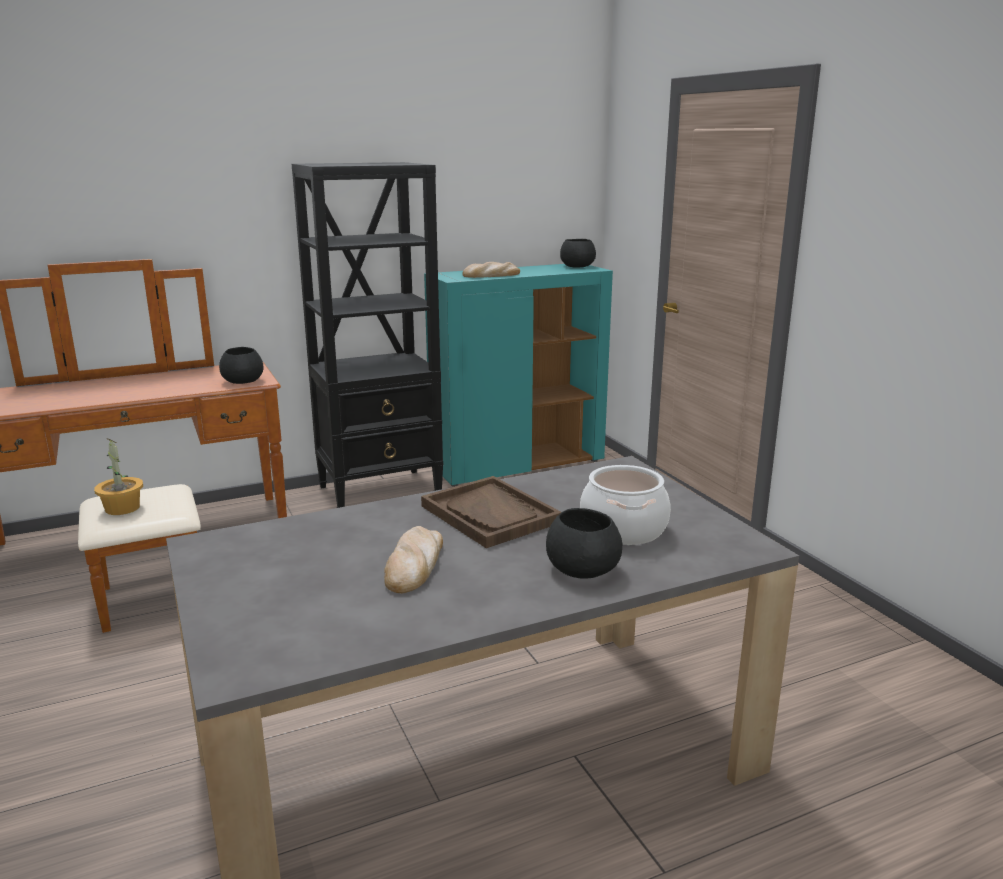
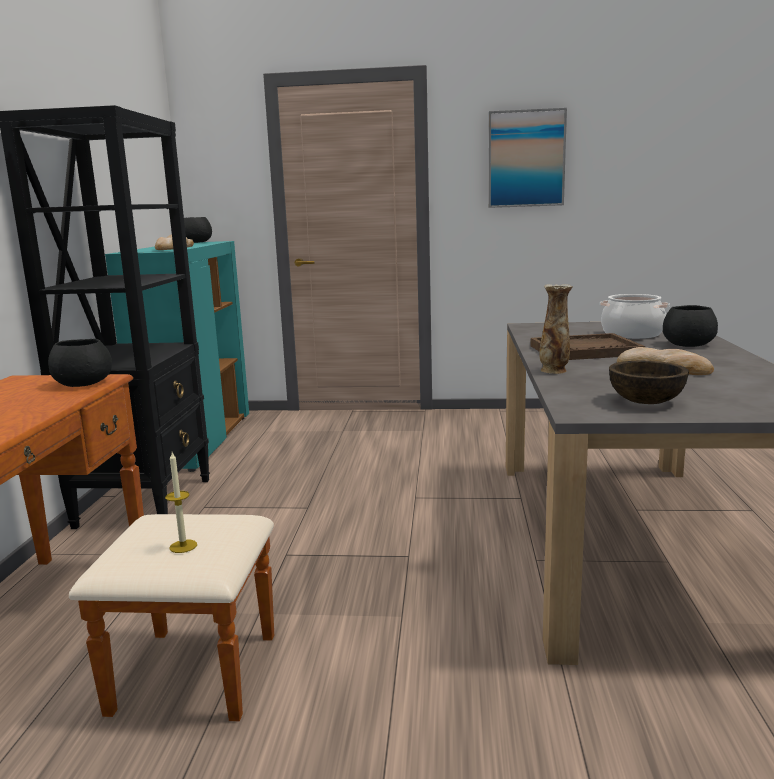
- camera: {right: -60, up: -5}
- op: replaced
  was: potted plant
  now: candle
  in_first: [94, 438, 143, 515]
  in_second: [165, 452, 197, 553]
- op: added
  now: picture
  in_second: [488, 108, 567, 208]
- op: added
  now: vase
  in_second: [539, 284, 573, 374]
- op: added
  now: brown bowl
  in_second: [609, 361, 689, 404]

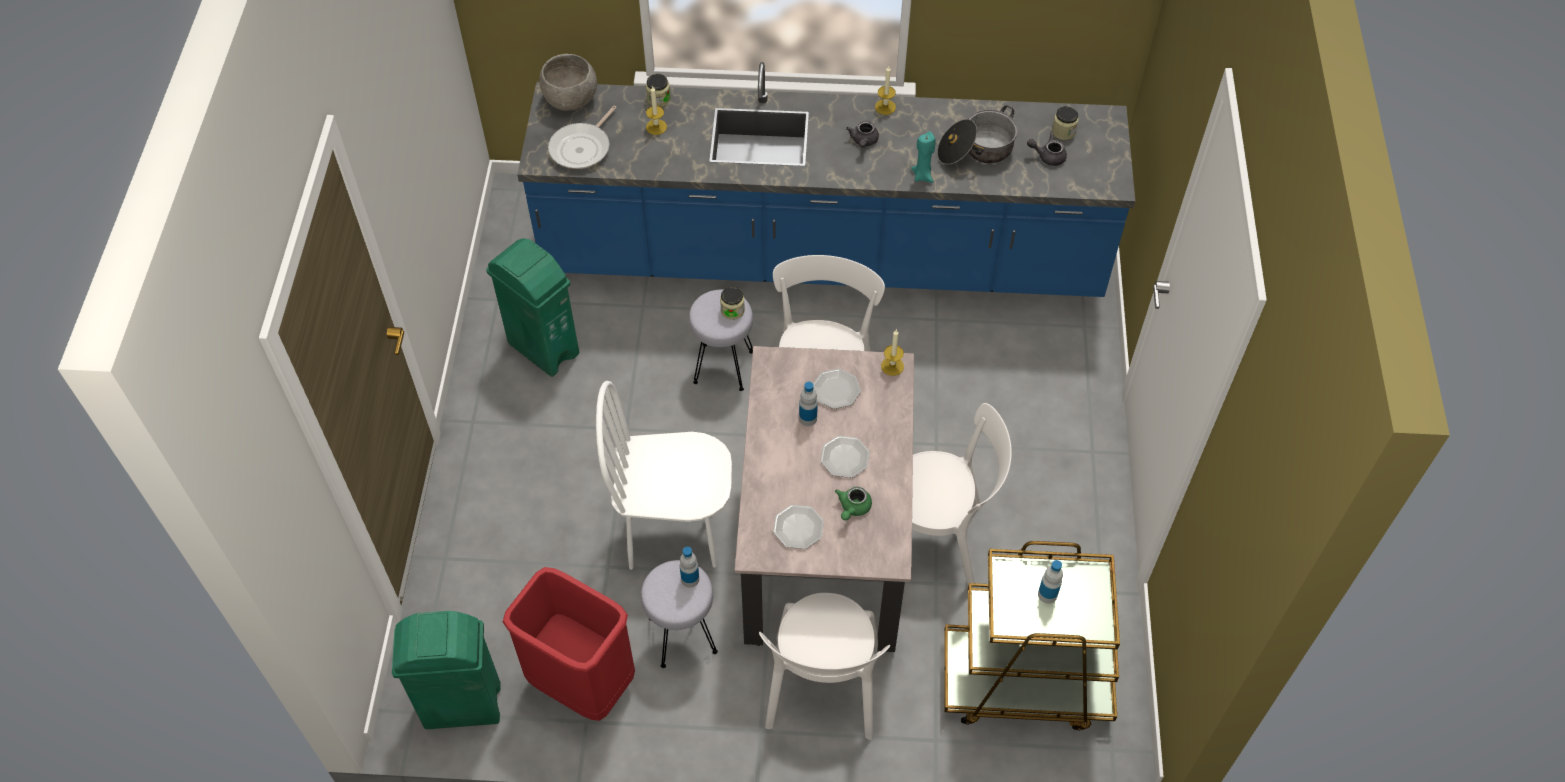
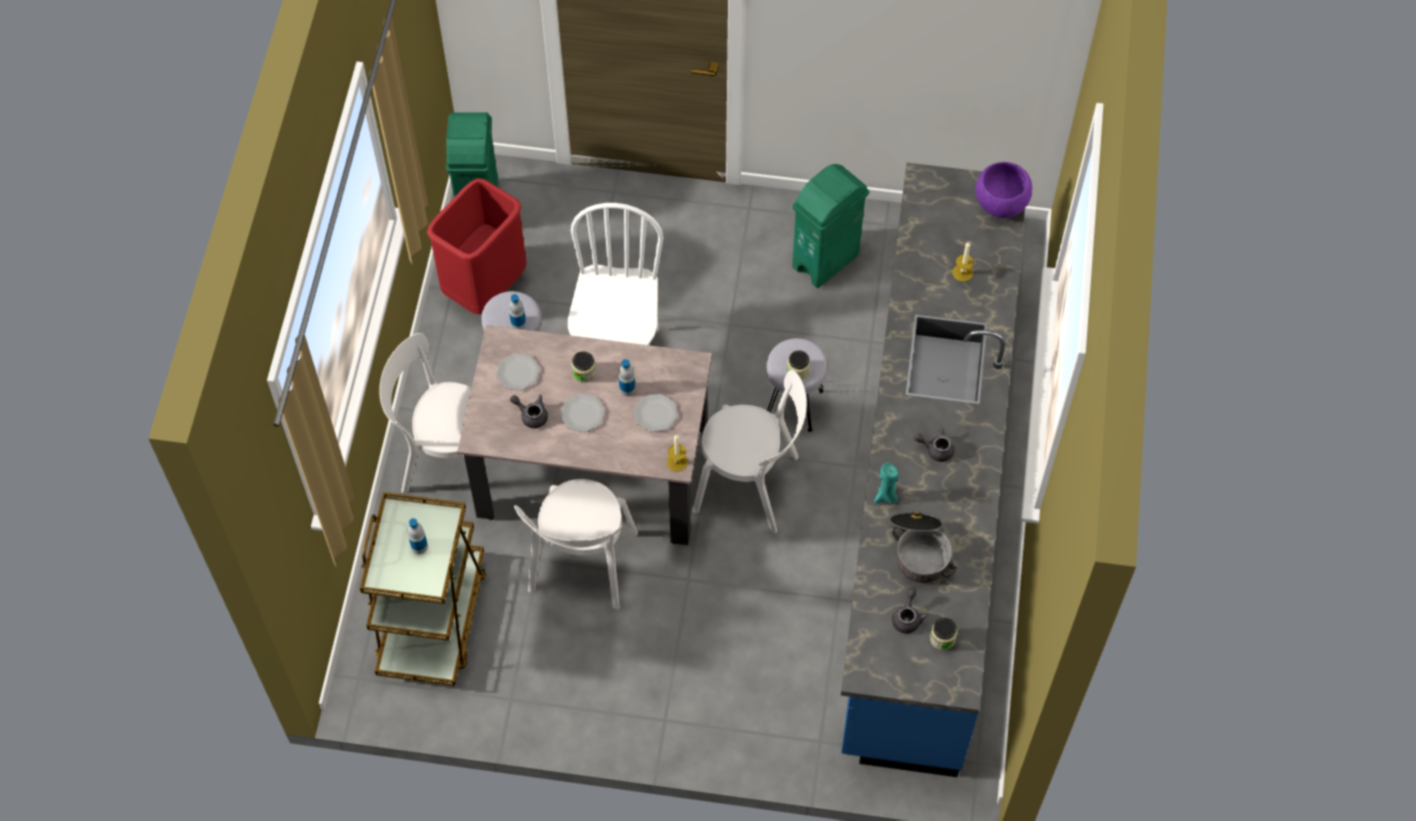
- camera: {right: 95, up: 5}
- op: recoloured
  was: green teapot
  now: grey teapot
  in_first: [835, 486, 872, 520]
  in_second: [510, 395, 548, 428]
- op: moved
  was: jar
  in_first: [646, 74, 670, 107]
  in_second: [572, 351, 596, 383]
- op: recoloured
  was: grey bowl
  now: purple bowl
  in_first: [539, 54, 597, 111]
  in_second: [976, 162, 1032, 218]
- op: removed
  was: frying pan
  in_first: [548, 105, 617, 169]
- op: removed
  was: candle
  in_first: [875, 65, 896, 115]

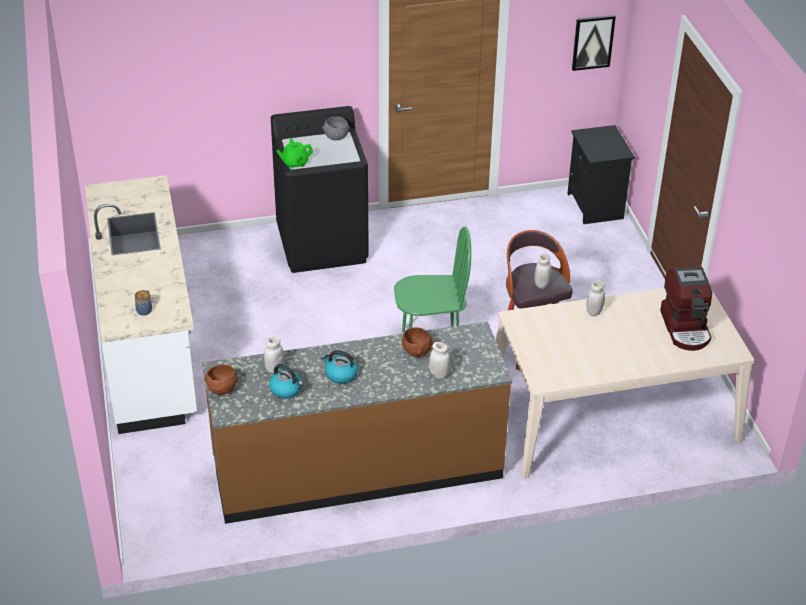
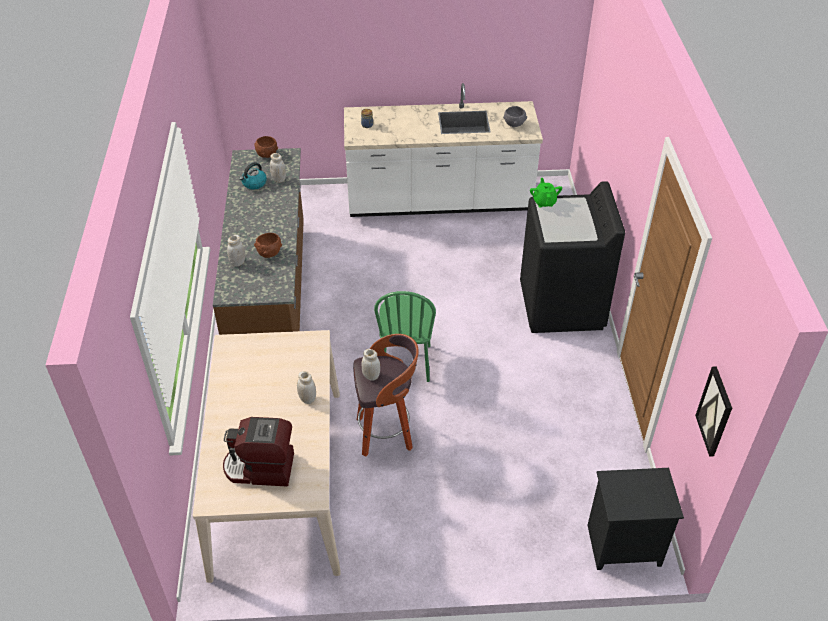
- camera: {right: 100, up: 5}
- op: moved
  was: grey bowl
  in_first: [322, 117, 350, 140]
  in_second: [503, 106, 527, 127]
- op: removed
  was: kettle
  in_first: [321, 350, 358, 384]

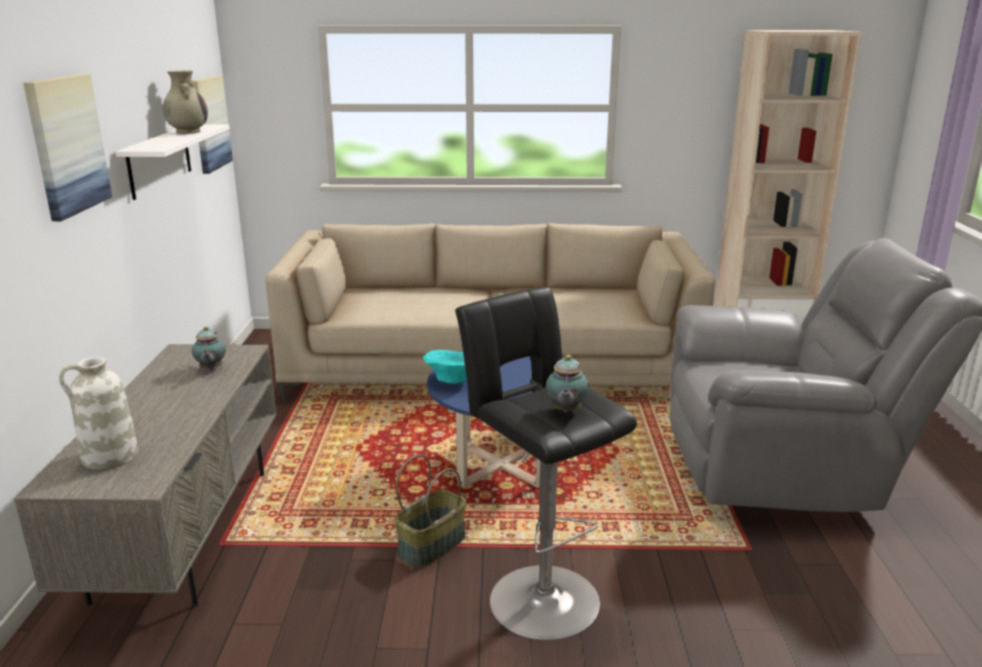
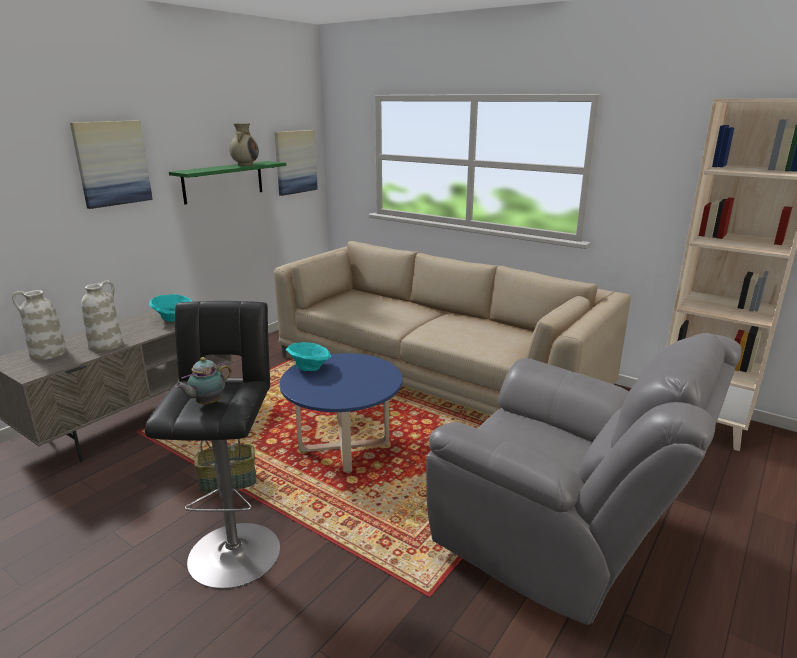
- camera: {right: 35, up: 0}
- op: added
  now: white vase
  in_second: [81, 281, 123, 351]
- op: replaced
  was: teapot
  now: turquoise bowl
  in_first: [192, 326, 226, 370]
  in_second: [149, 294, 193, 322]
- op: recoloured
  was: white shelf
  now: green shelf
  in_first: [116, 124, 230, 200]
  in_second: [169, 161, 286, 204]

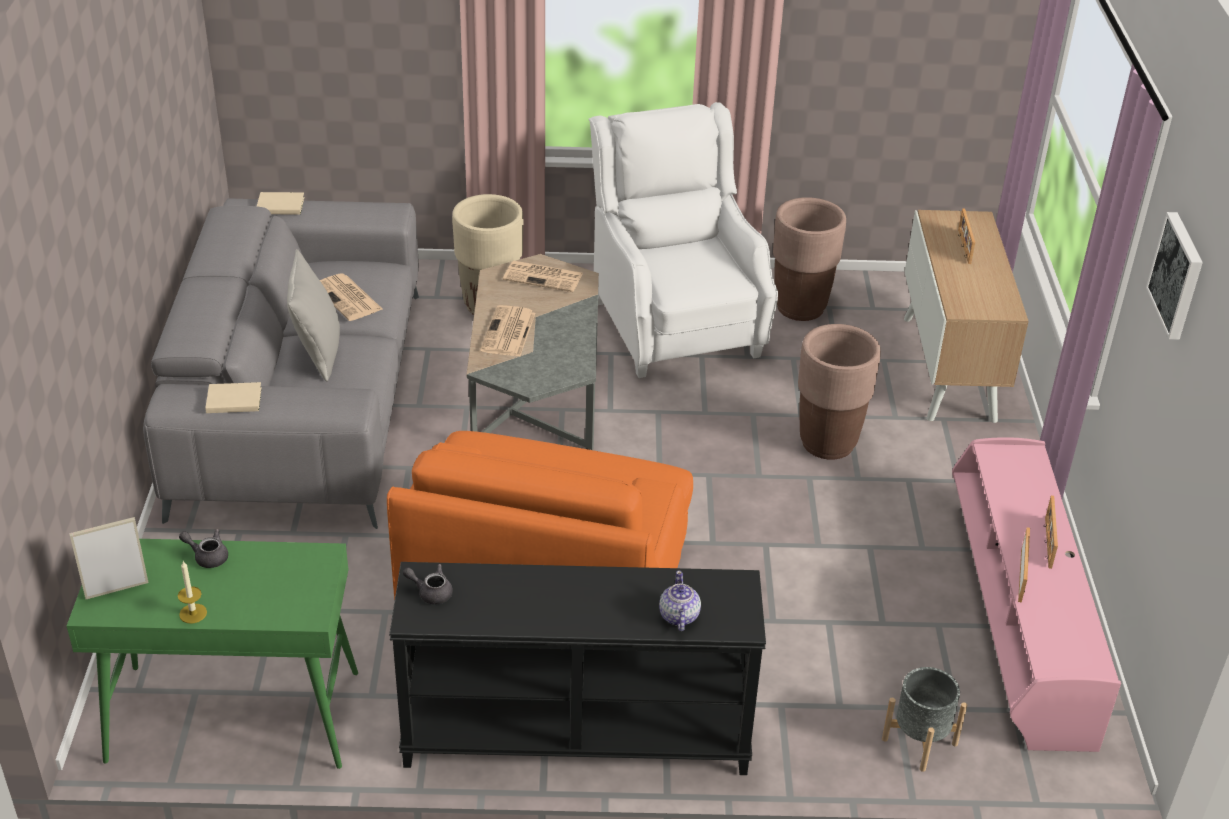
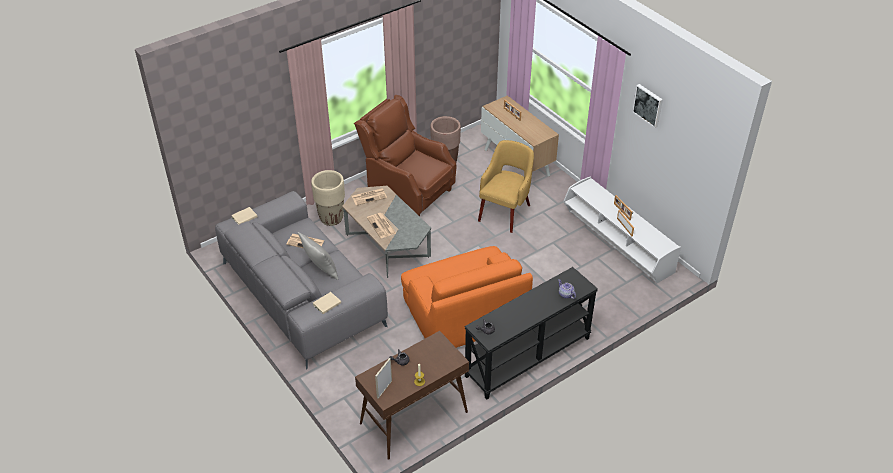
- camera: {right: -35, up: 5}
- op: recoloured
  was: white armchair
  now: brown armchair
  in_first: [589, 102, 778, 378]
  in_second: [354, 95, 456, 216]
- op: recoloured
  was: green console table
  now: brown console table
  in_first: [67, 539, 358, 769]
  in_second: [355, 331, 469, 460]
- op: replaced
  was: brown planter
  now: yellow armchair
  in_first: [798, 324, 881, 460]
  in_second: [478, 140, 534, 233]
- op: recoloured
  was: pink tv stand
  now: white tv stand
  in_first: [952, 437, 1121, 752]
  in_second: [564, 177, 681, 284]
- op: removed
  was: grey planter
  in_first: [882, 667, 967, 772]

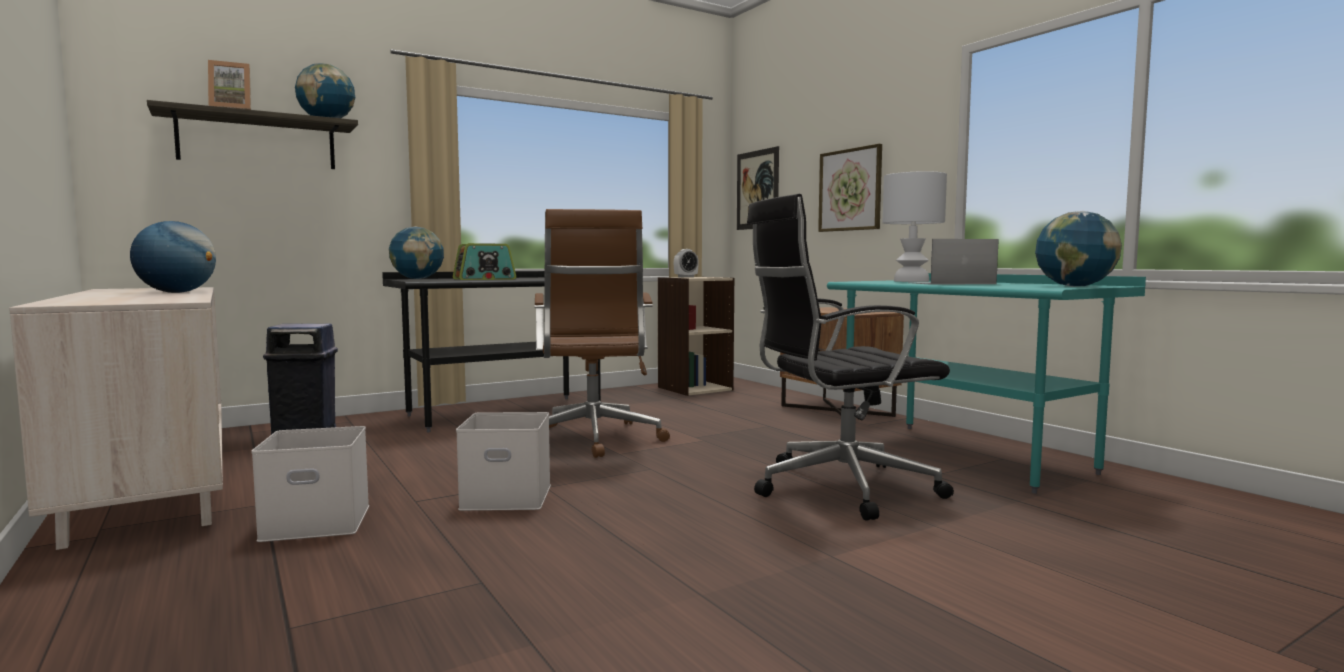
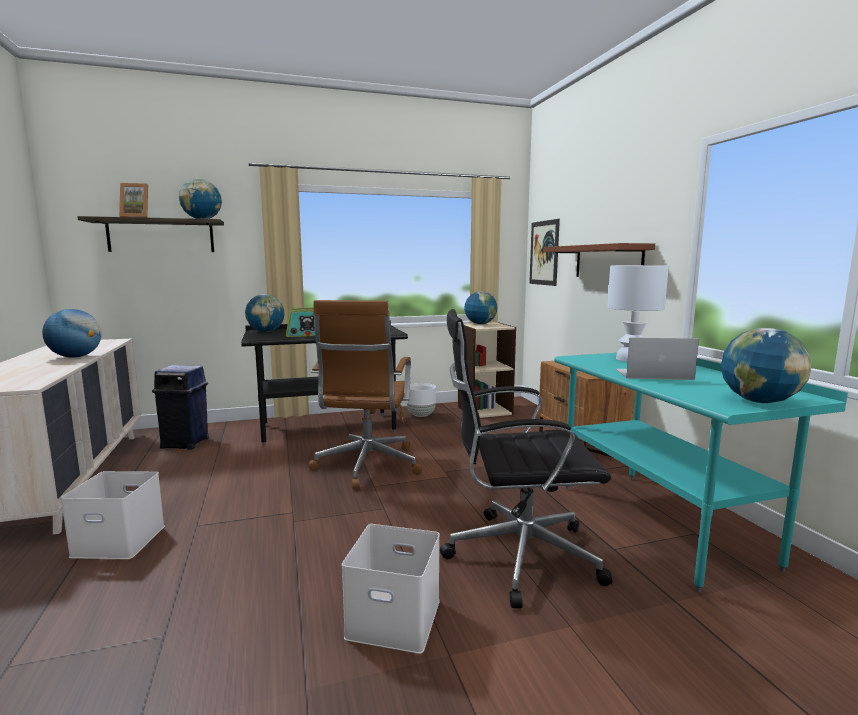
- camera: {right: 15, up: 5}
- op: moved
  was: white storage box
  in_first: [456, 412, 551, 511]
  in_second: [341, 524, 440, 654]
- op: added
  now: white planter
  in_second: [407, 383, 436, 417]
- op: replaced
  was: alarm clock
  now: globe
  in_first: [674, 249, 699, 277]
  in_second: [464, 291, 497, 324]
- op: replaced
  was: picture
  now: brown shelf
  in_first: [818, 144, 882, 232]
  in_second: [543, 243, 655, 277]

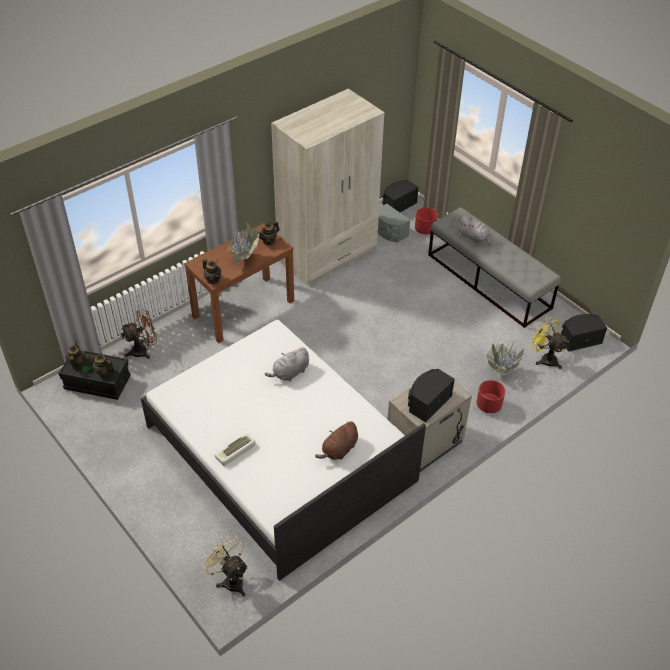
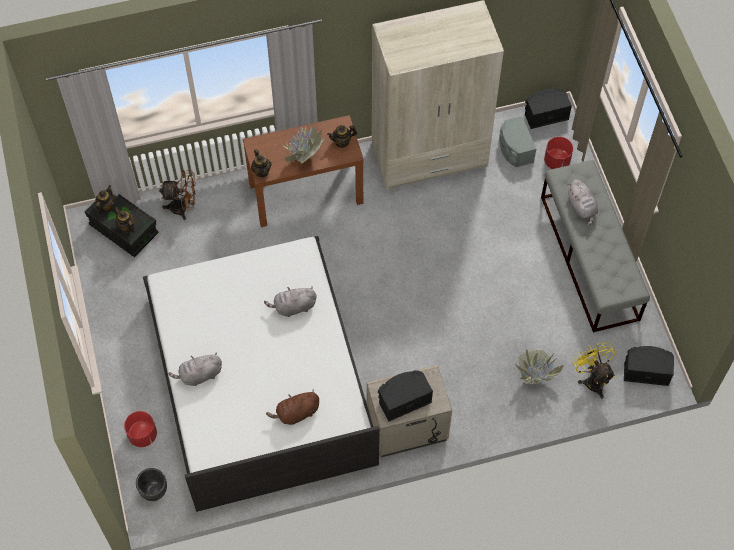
- camera: {right: 25, up: 15}
- op: moved
  was: red planter
  in_first: [476, 380, 505, 413]
  in_second: [124, 411, 157, 447]
- op: replaced
  was: beige fan
  now: black planter
  in_first: [201, 534, 248, 597]
  in_second: [136, 468, 167, 501]
- op: replaced
  was: keyboard
  now: grey plush toy
  in_first: [215, 433, 256, 466]
  in_second: [169, 352, 222, 386]

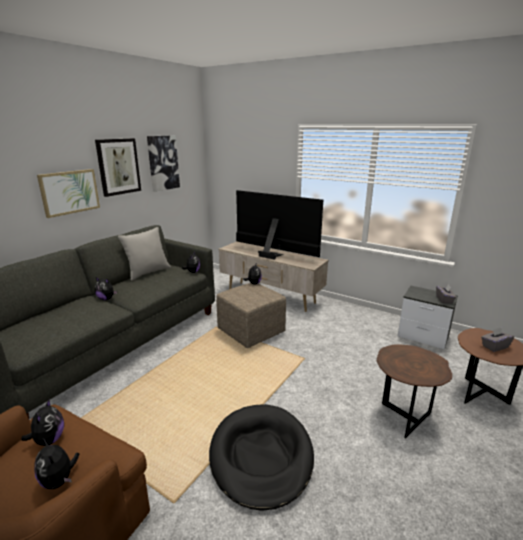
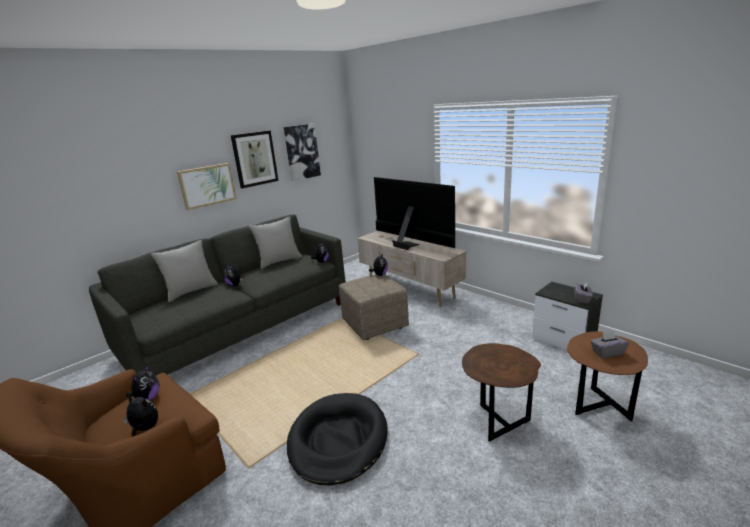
- camera: {right: 15, up: 0}
- op: turned
  was: plush toy
  in_first: [34, 438, 79, 489]
  in_second: [122, 395, 158, 436]
  clockwise: 135
- op: added
  now: grey pillow
  in_second: [151, 240, 218, 302]

